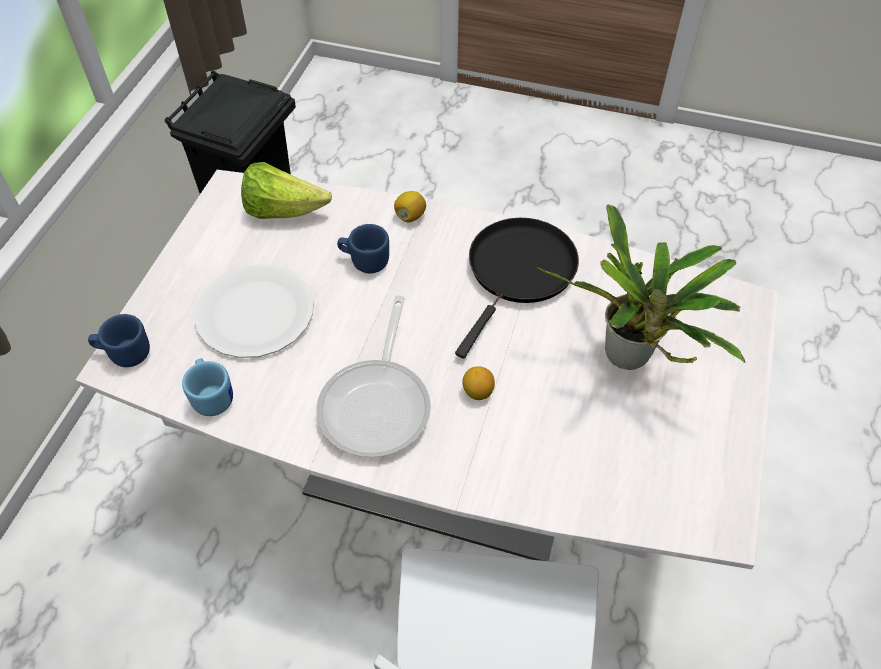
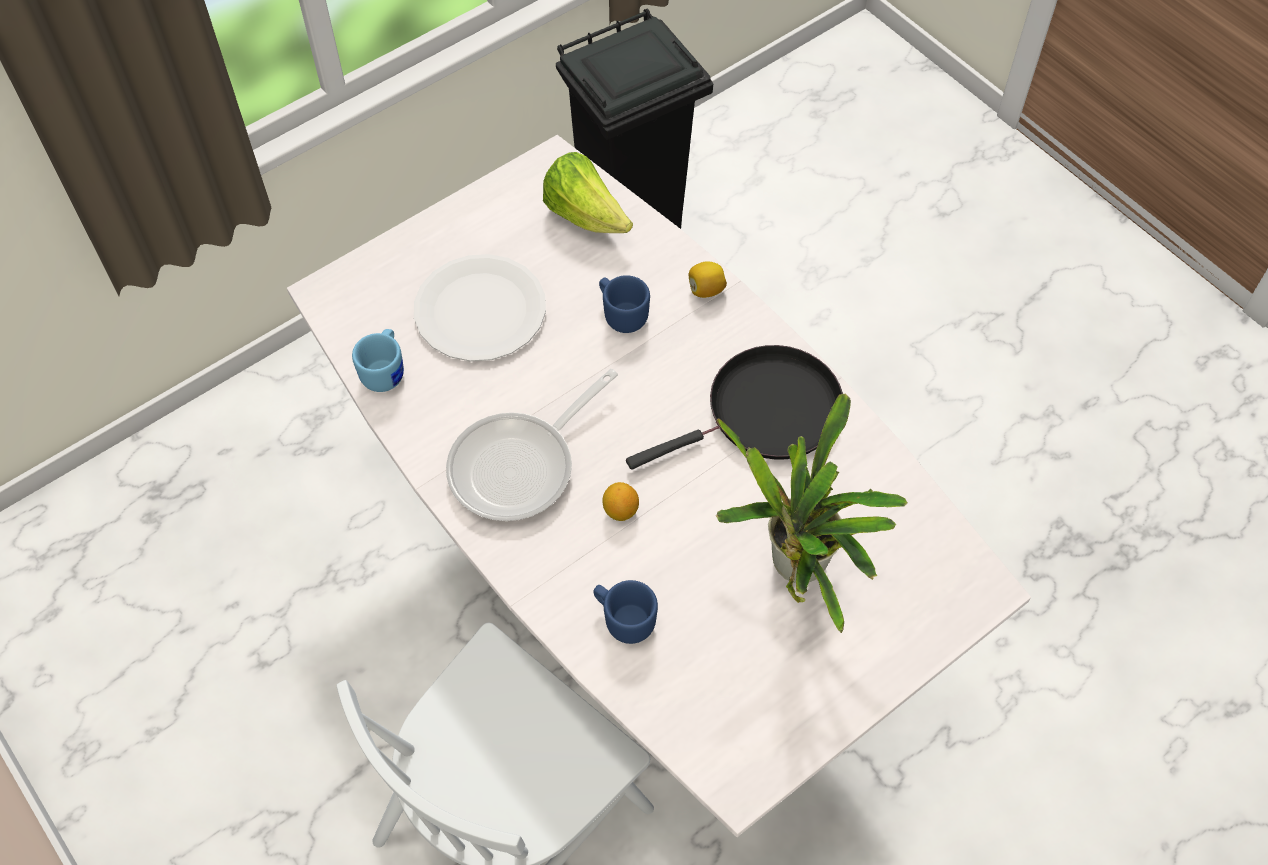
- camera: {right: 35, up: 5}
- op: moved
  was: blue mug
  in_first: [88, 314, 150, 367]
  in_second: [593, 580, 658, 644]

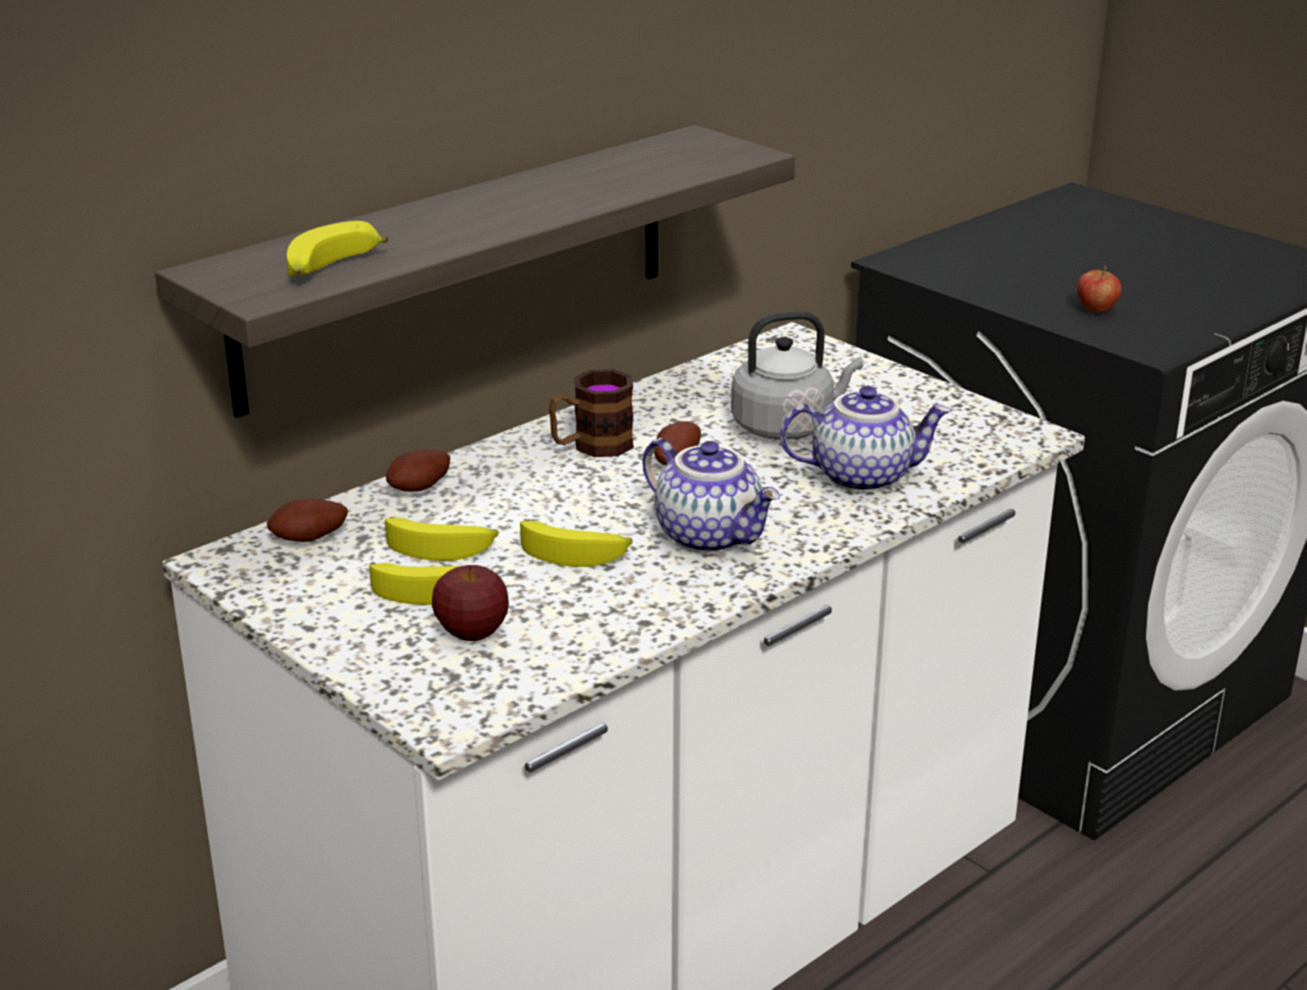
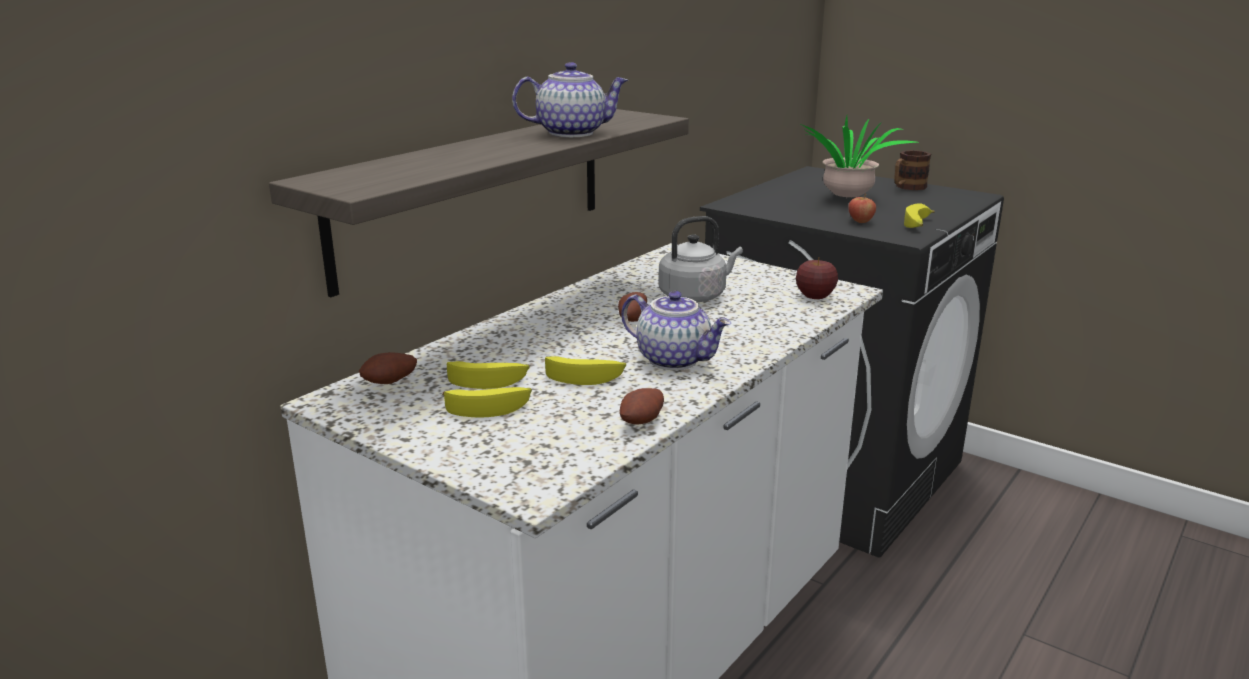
- camera: {right: -10, up: -5}
- op: moved
  was: teapot
  in_first: [780, 386, 952, 493]
  in_second: [512, 62, 628, 137]
- op: moved
  was: potato
  in_first: [386, 449, 450, 492]
  in_second: [620, 388, 664, 425]
- op: moved
  was: apple
  in_first: [432, 565, 509, 641]
  in_second: [796, 257, 838, 299]
- op: added
  now: potted plant
  in_second: [801, 116, 917, 197]
- op: moved
  was: mug
  in_first: [549, 369, 634, 457]
  in_second: [894, 150, 931, 190]
- op: moved
  was: banana
  in_first: [286, 221, 388, 276]
  in_second: [904, 203, 935, 228]

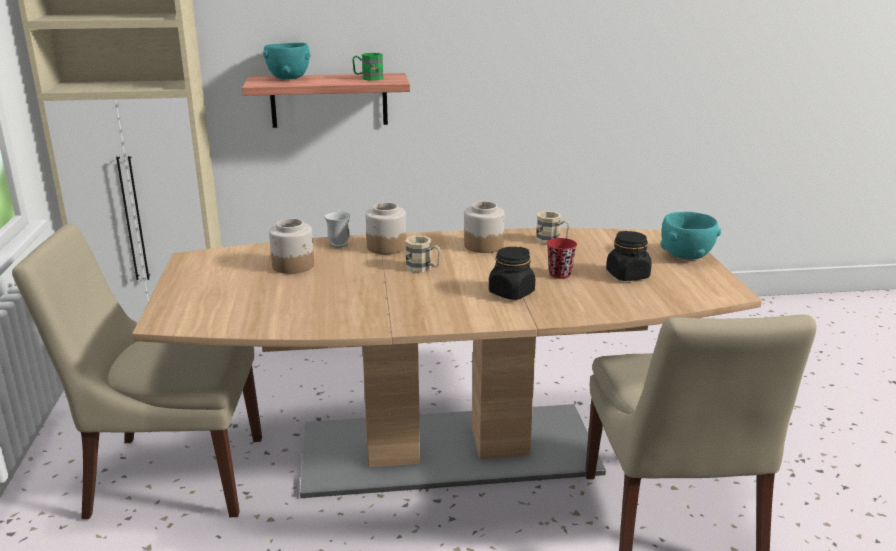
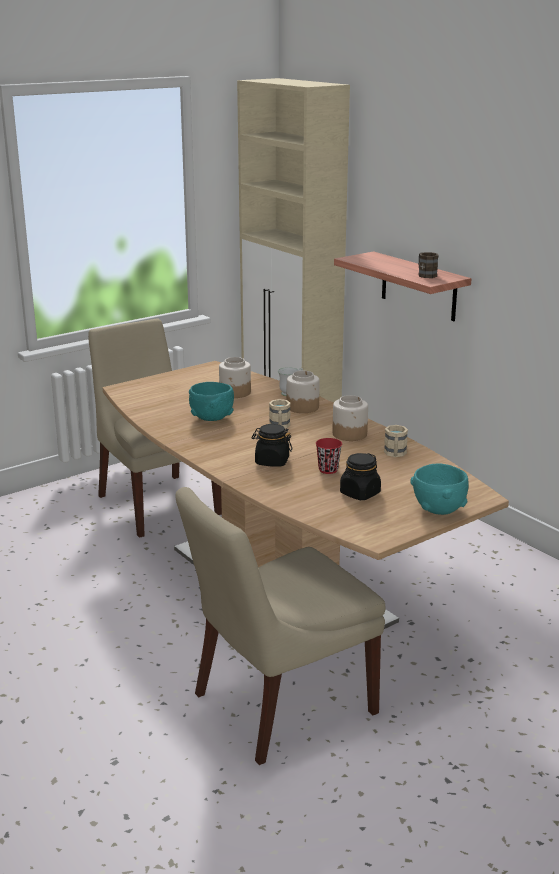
- camera: {right: 60, up: 0}
- op: moved
  was: turquoise bowl
  in_first: [263, 43, 310, 79]
  in_second: [189, 382, 234, 421]
- op: recoloured
  was: green mug
  now: brown mug
  in_first: [352, 53, 383, 81]
  in_second: [418, 252, 439, 278]

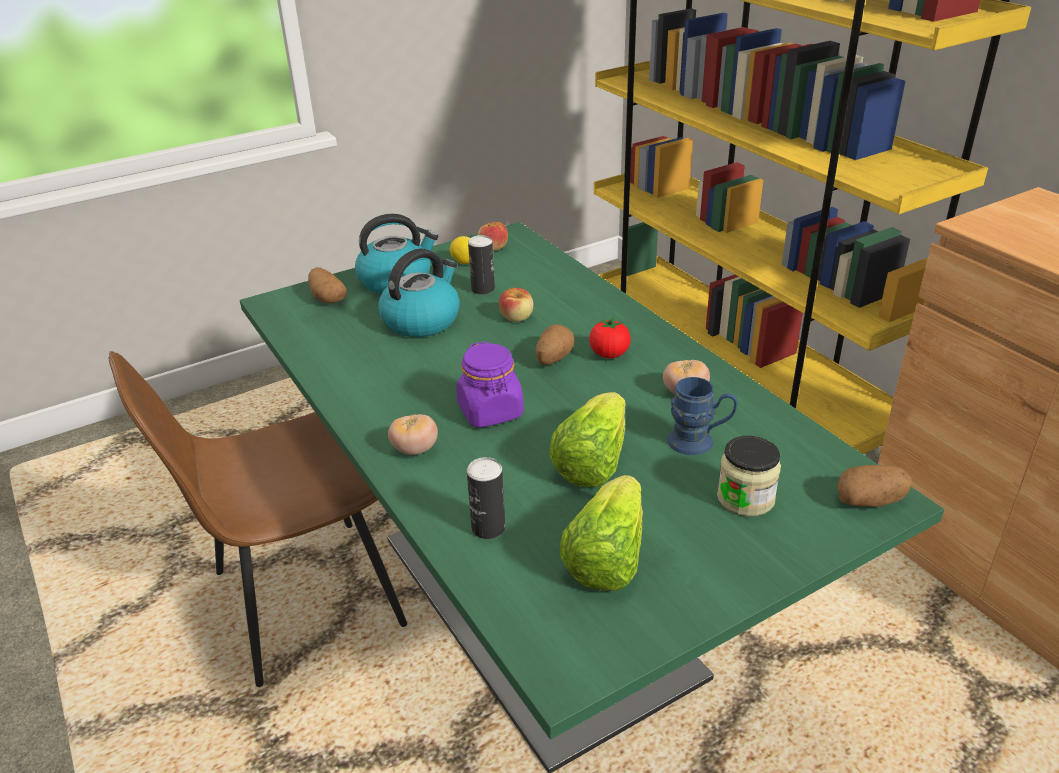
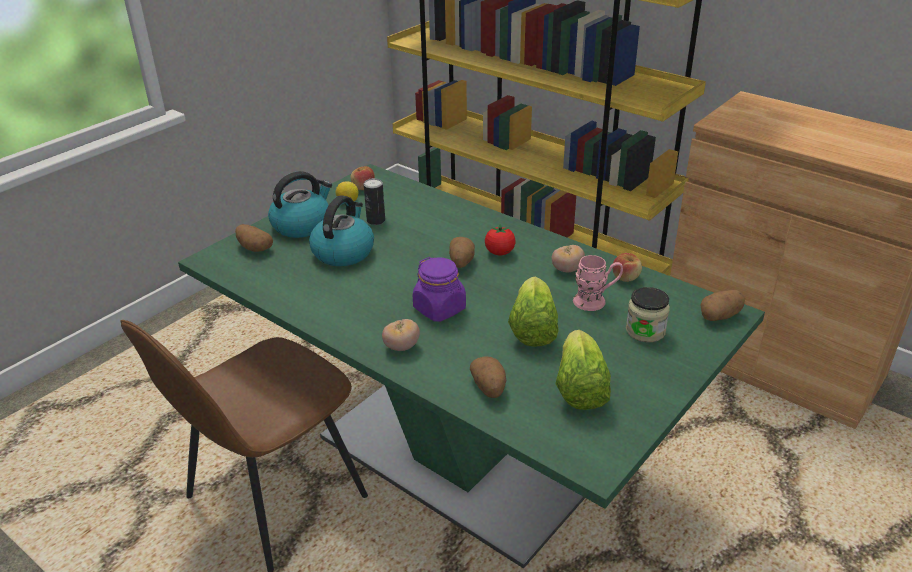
- camera: {right: -20, up: 0}
- op: replaced
  was: can
  now: potato
  in_first: [467, 457, 505, 539]
  in_second: [470, 356, 506, 398]
- op: recoloured
  was: blue mug
  now: pink mug
  in_first: [667, 377, 738, 455]
  in_second: [573, 255, 623, 311]
- op: moved
  was: apple
  in_first: [499, 288, 534, 322]
  in_second: [613, 253, 642, 282]

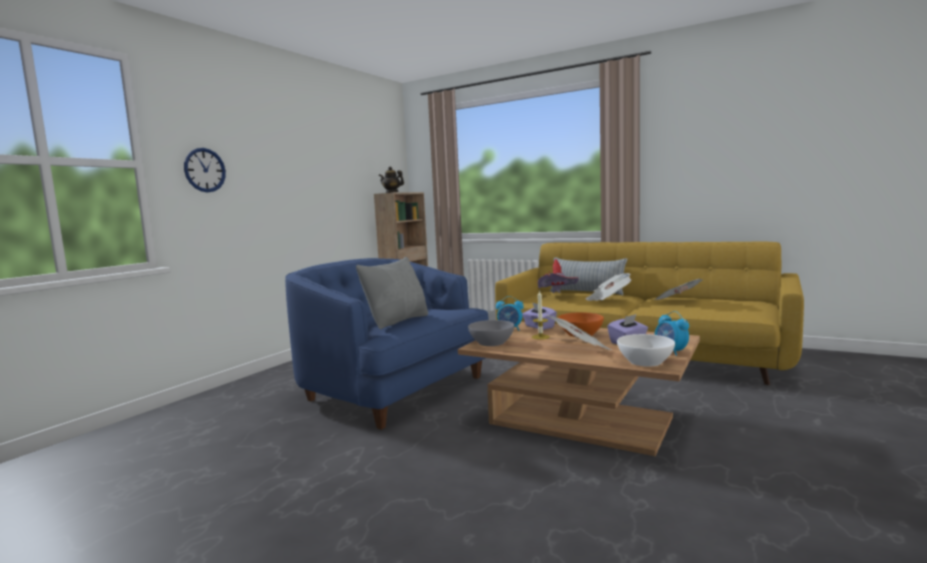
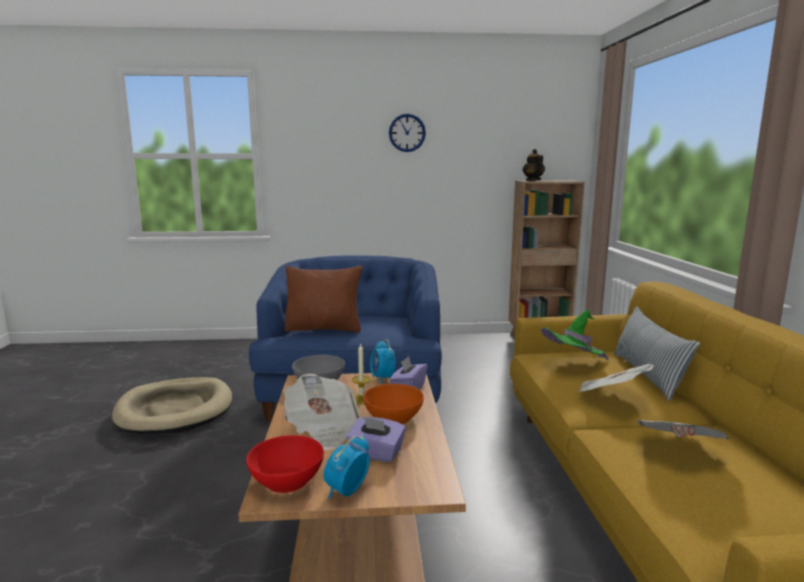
- camera: {right: 55, up: 5}
- op: added
  now: beige dog bed
  in_second: [112, 377, 232, 434]
- op: recoloured
  was: white bowl
  now: red bowl
  in_first: [617, 334, 675, 367]
  in_second: [246, 435, 324, 493]
- op: recoloured
  was: grey pillow
  now: brown pillow
  in_first: [356, 257, 428, 329]
  in_second: [285, 265, 363, 332]
- op: moved
  was: wall clock
  in_first: [184, 148, 226, 192]
  in_second: [389, 114, 426, 152]
- op: recoloured
  was: red hat
  now: green hat
  in_first: [538, 259, 579, 293]
  in_second: [541, 309, 609, 361]

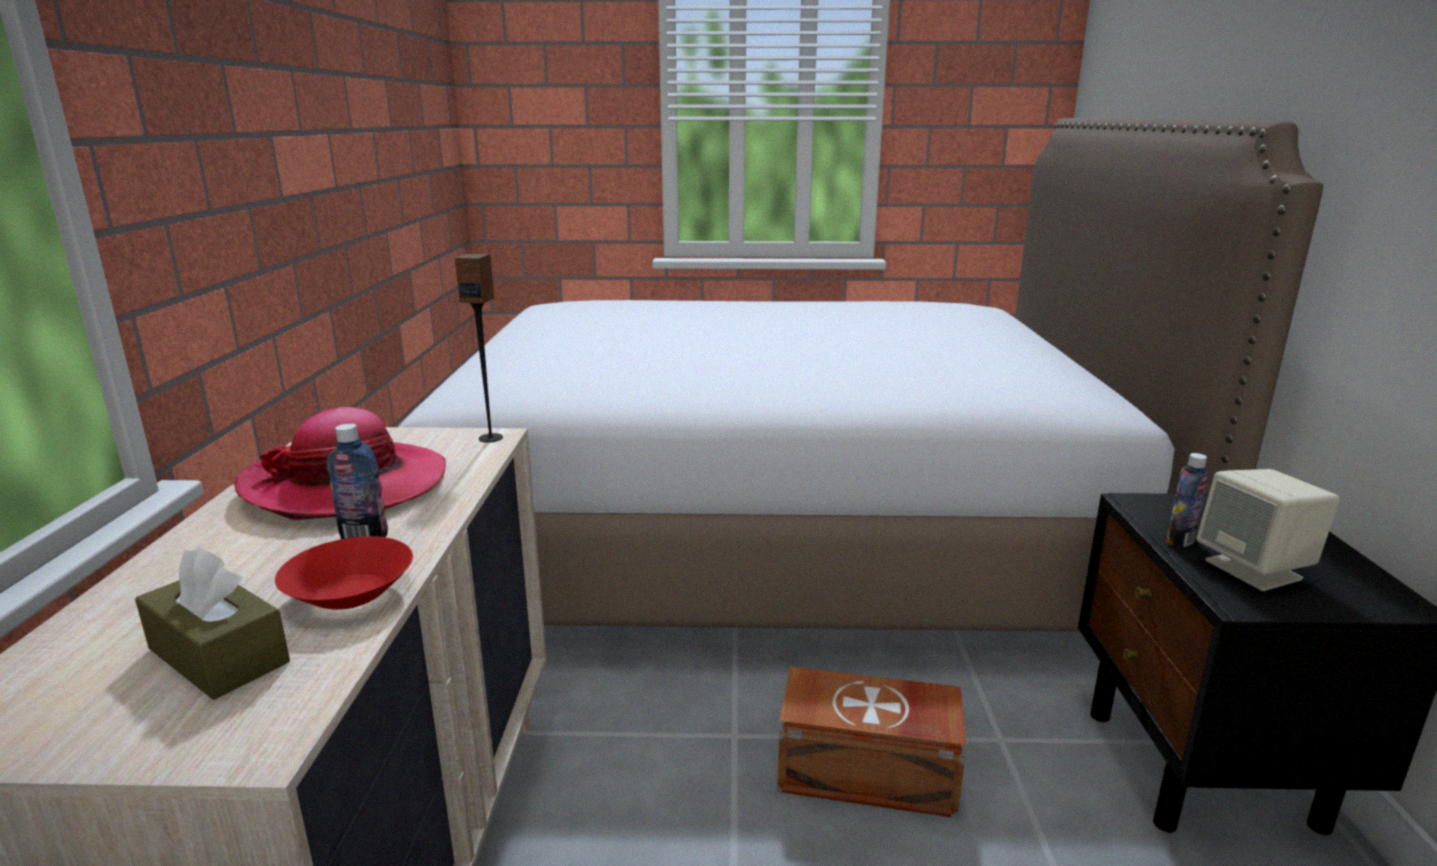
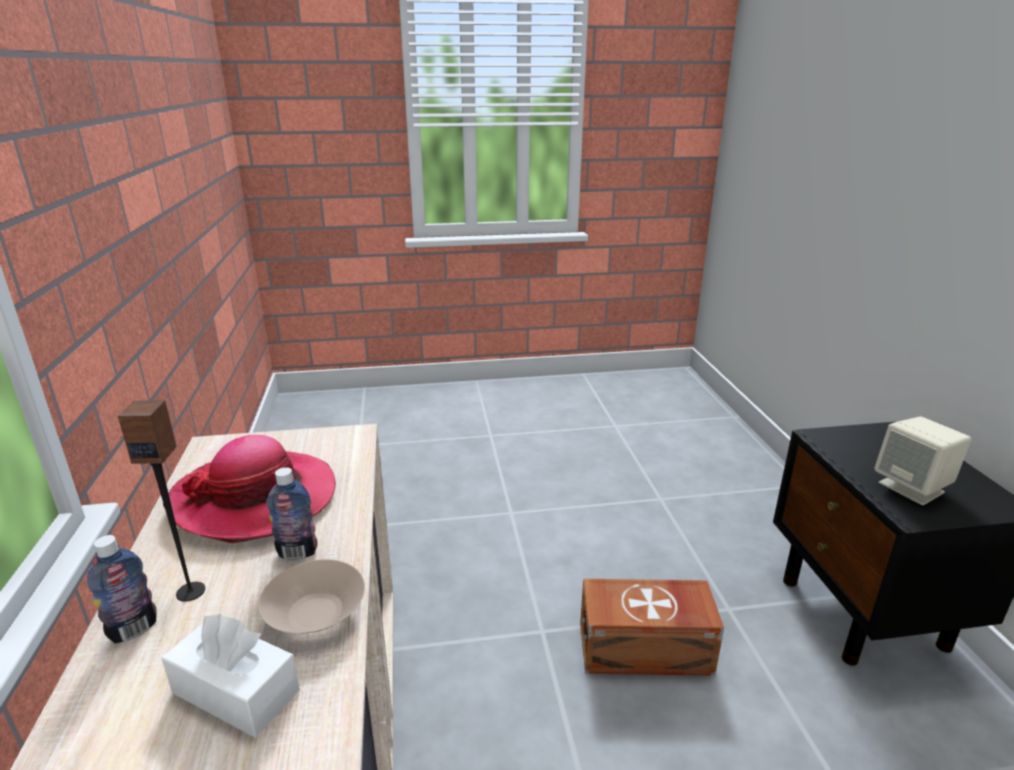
- camera: {right: -10, up: 5}
- op: moved
  was: bottle
  in_first: [1166, 453, 1209, 547]
  in_second: [87, 535, 157, 644]
- op: moved
  was: speaker
  in_first: [455, 254, 503, 443]
  in_second: [118, 400, 205, 602]
- op: recoloured
  was: brown tissue box
  now: white tissue box
  in_first: [135, 547, 290, 700]
  in_second: [162, 614, 300, 738]
- op: recoloured
  was: red bowl
  now: beige bowl
  in_first: [275, 536, 413, 610]
  in_second: [258, 559, 365, 634]
- op: removed
  was: bed
  in_first: [398, 118, 1323, 632]

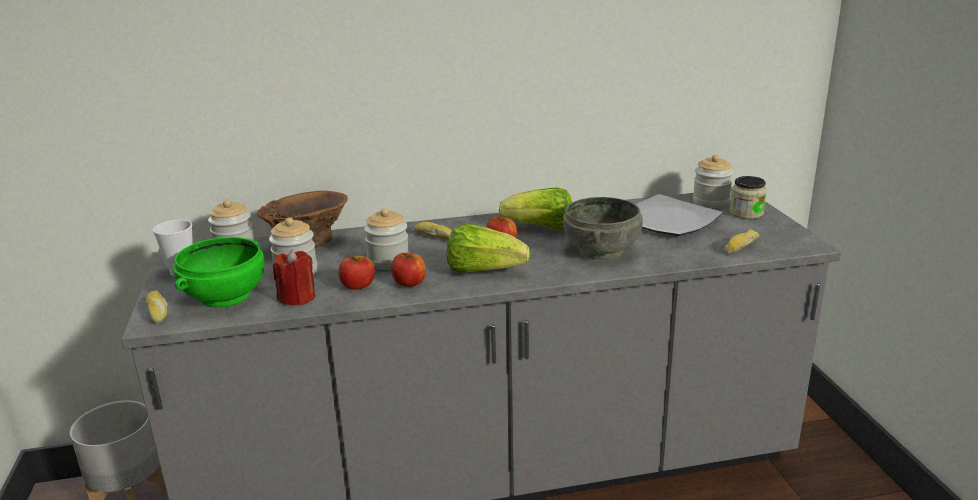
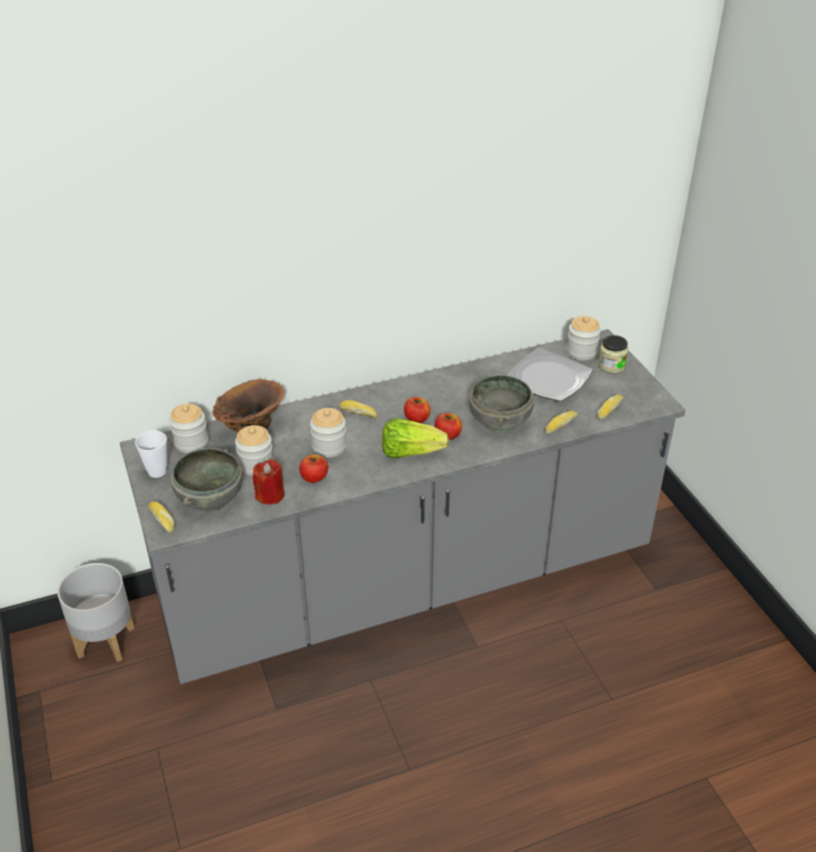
- camera: {right: -10, up: 15}
- op: recoloured
  was: green bowl
  now: grey bowl
  in_first: [173, 237, 265, 308]
  in_second: [171, 448, 242, 511]
- op: moved
  was: apple
  in_first: [391, 253, 426, 287]
  in_second: [435, 413, 462, 440]
- op: added
  now: bread
  in_second: [545, 411, 578, 434]
- op: removed
  was: lettuce
  in_first: [499, 187, 572, 230]

